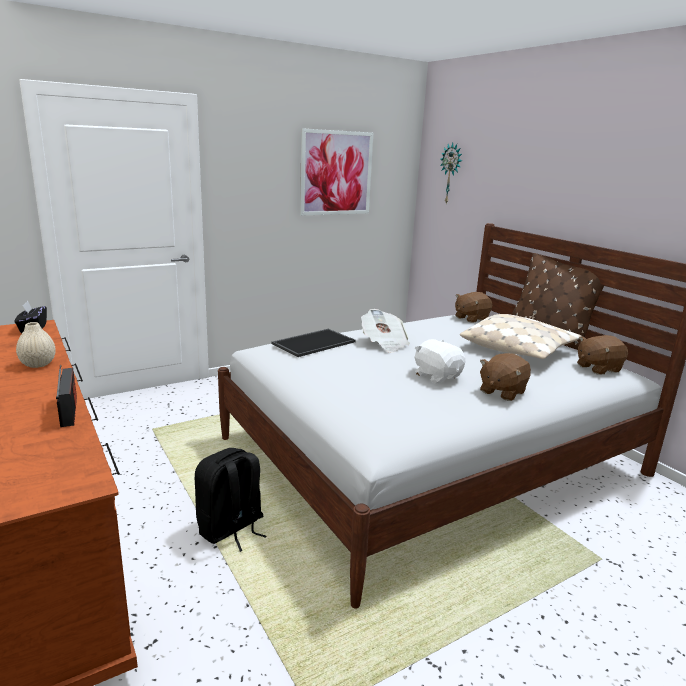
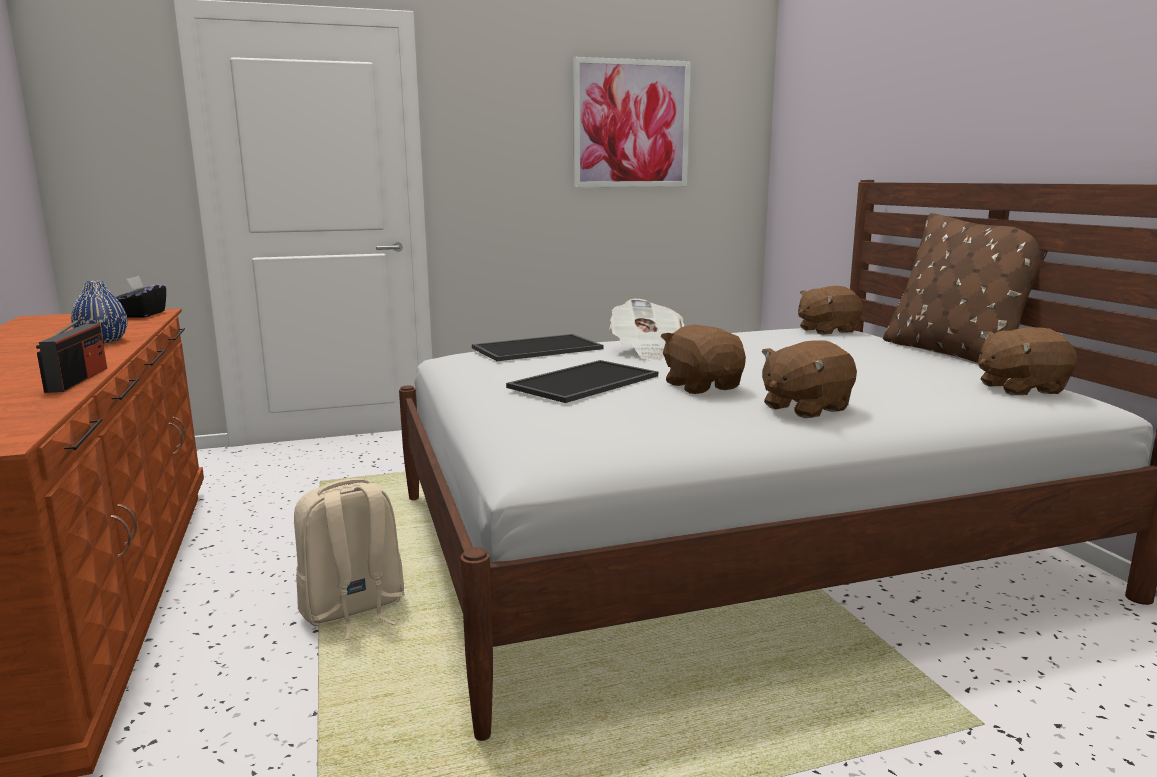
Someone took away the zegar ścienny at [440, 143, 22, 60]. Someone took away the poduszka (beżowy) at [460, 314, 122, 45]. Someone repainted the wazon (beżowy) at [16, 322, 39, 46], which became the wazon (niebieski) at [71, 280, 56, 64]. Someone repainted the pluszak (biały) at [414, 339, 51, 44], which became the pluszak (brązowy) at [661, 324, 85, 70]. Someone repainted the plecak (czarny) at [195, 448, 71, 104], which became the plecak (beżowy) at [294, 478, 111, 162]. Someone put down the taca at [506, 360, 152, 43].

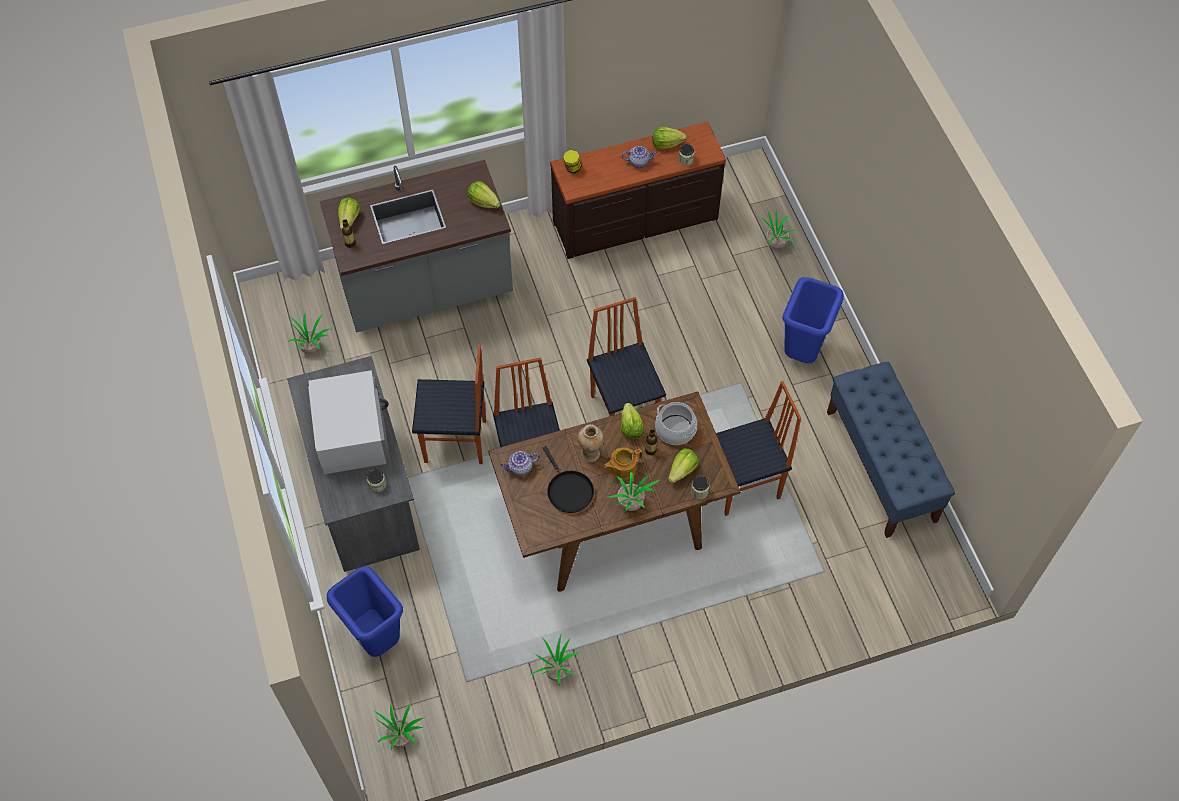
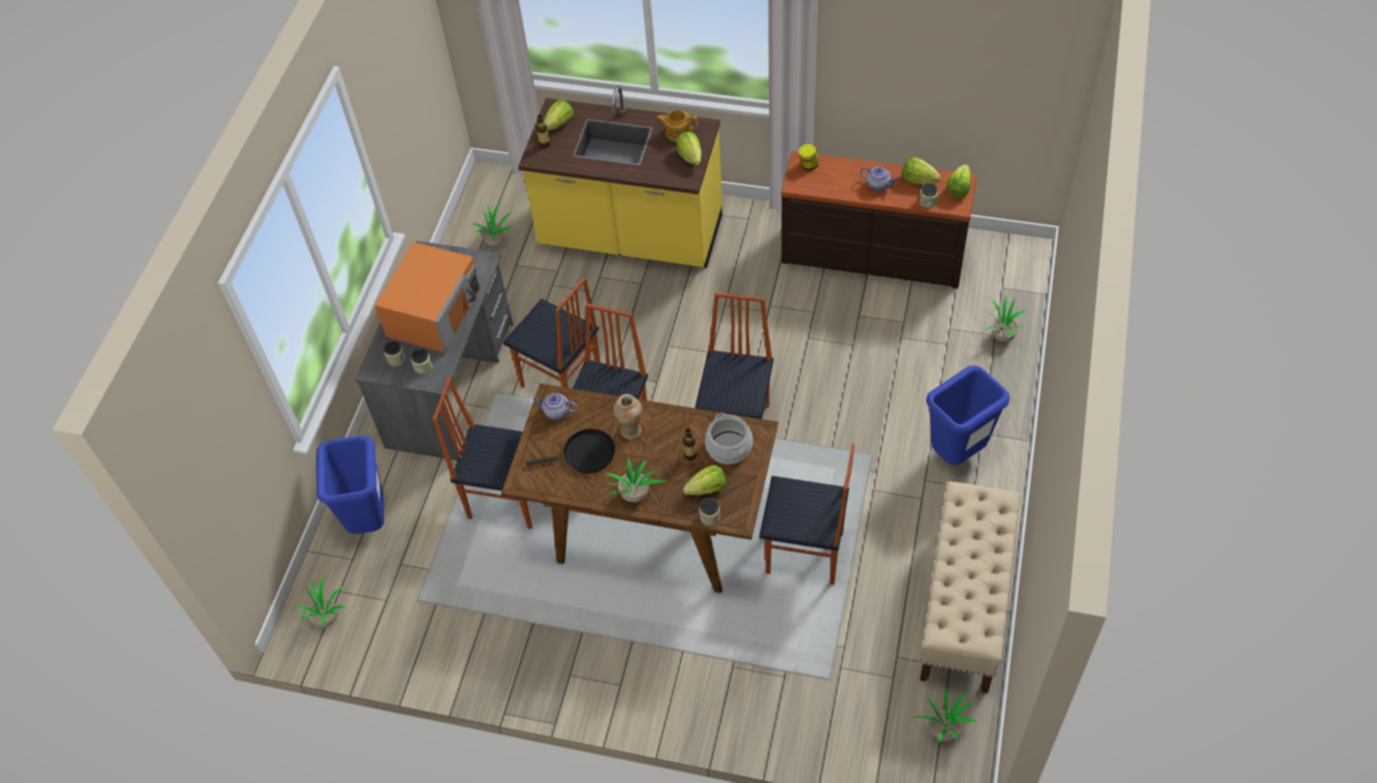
Someone repainted the zabudowa kuchenna (szary) at [319, 160, 194, 173], which became the zabudowa kuchenna (żółty) at [518, 86, 204, 182]. Someone repainted the ławka (niebieski) at [827, 362, 128, 176], which became the ławka (beżowy) at [920, 481, 100, 212]. Someone repainted the mikrofalówka (biały) at [308, 370, 82, 104], which became the mikrofalówka (pomarańczowy) at [375, 242, 106, 112]. Someone carried the sałata from [621, 403, 23, 37] to [946, 164, 25, 34]. Someone rotated the patelnia (czarny) at [543, 446, 51, 67] by 105 degrees counterclockwise. Someone carried the imbryk from [604, 448, 38, 32] to [656, 110, 41, 32]. Someone carried the roślina doniczkowa from [530, 635, 49, 50] to [914, 685, 63, 59]. Someone put down the słoik at [383, 341, 23, 25]. Someone put down the krzesło at [433, 378, 99, 151].

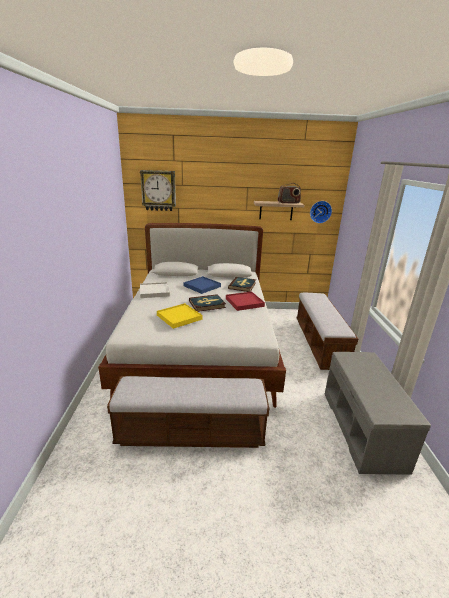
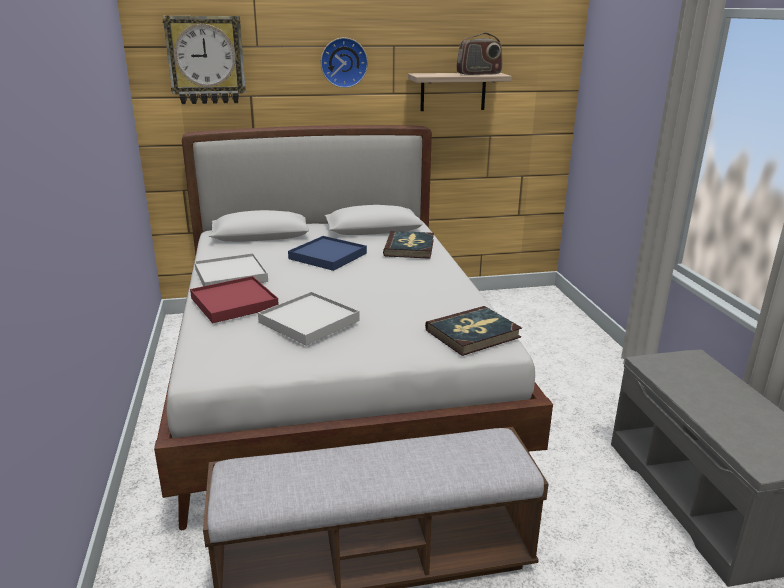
Someone carried the zegar ścienny from [310, 201, 22, 22] to [321, 37, 47, 51]. Someone carried the taca (czerwony) from [226, 291, 39, 20] to [190, 276, 89, 47]. Someone took away the ławka at [296, 293, 62, 77]. Someone carried the książka from [189, 294, 37, 18] to [425, 306, 97, 50]. Someone repainted the taca (żółty) at [157, 303, 45, 26], which became the taca (biały) at [258, 292, 102, 54].

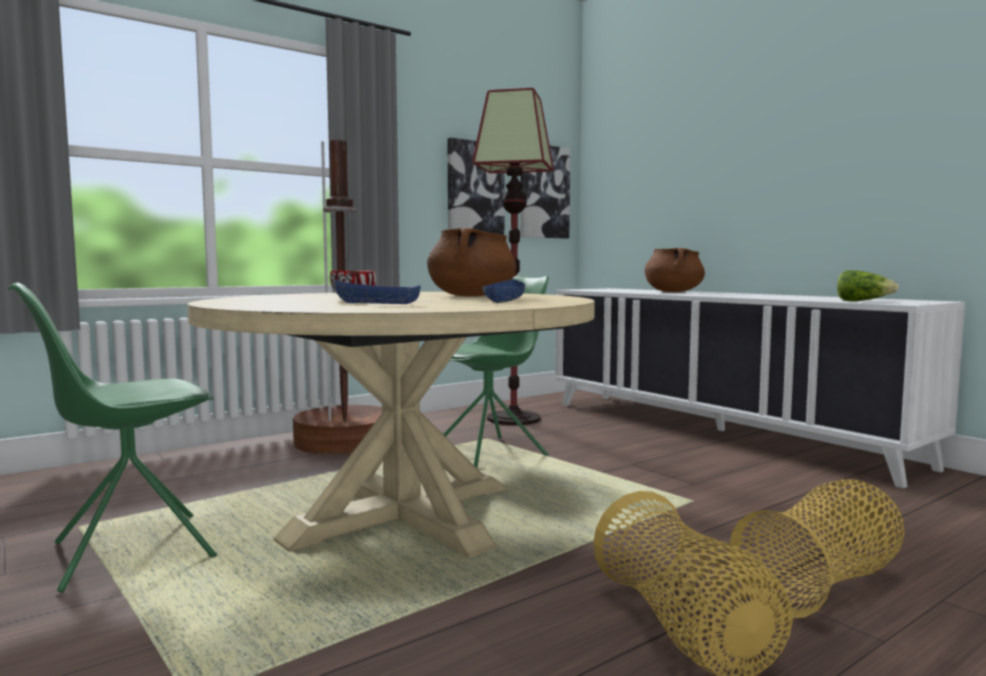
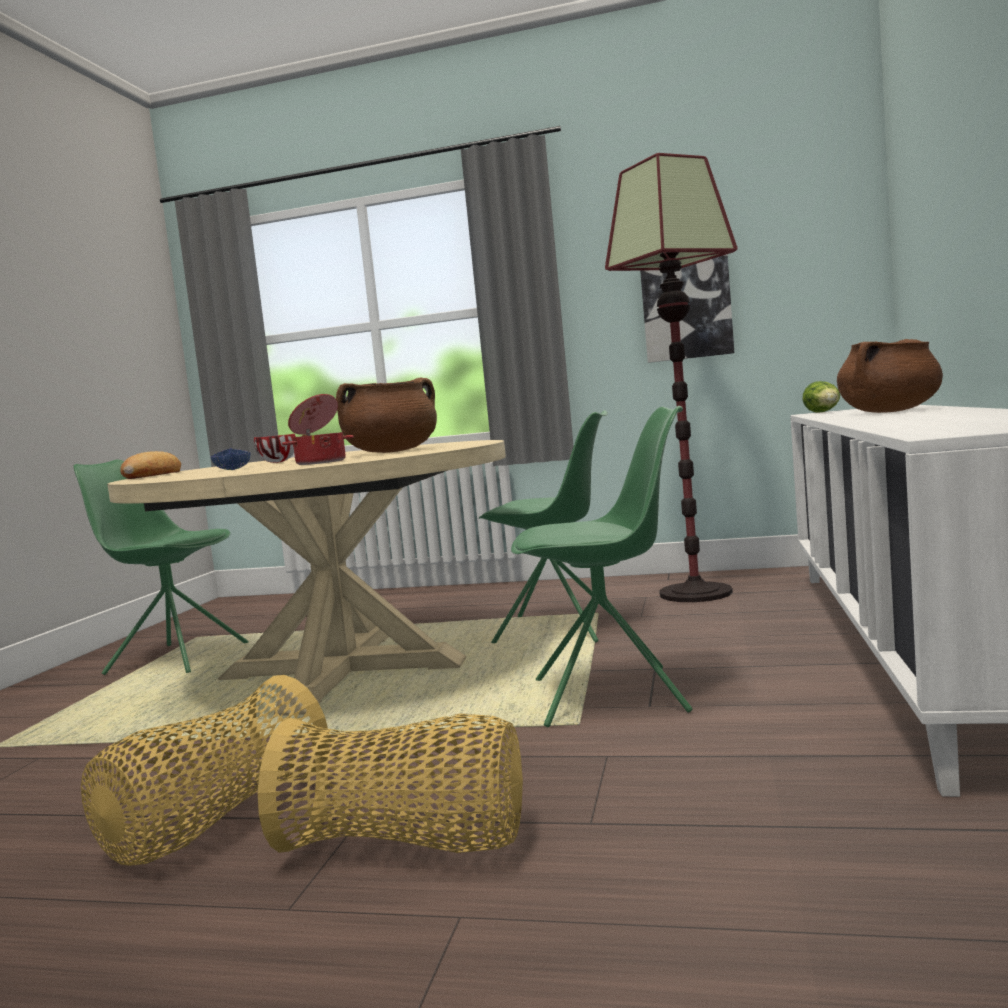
Someone took away the lampa stojąca (brązowy) at [293, 140, 89, 315]. Someone took away the obraz at [520, 146, 50, 93]. Someone carried the sałata from [837, 270, 62, 31] to [803, 381, 37, 31]. Someone swapped the miska (niebieski) at [483, 279, 42, 24] for the garnek at [282, 394, 72, 71]. Someone put down the krzesło (zielony) at [511, 406, 182, 321]. Someone put down the chleb at [120, 451, 61, 28].

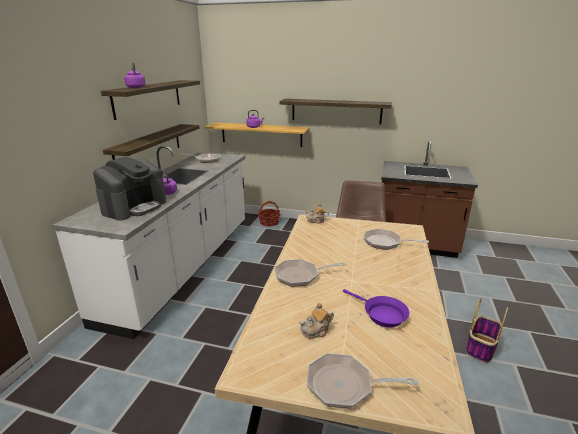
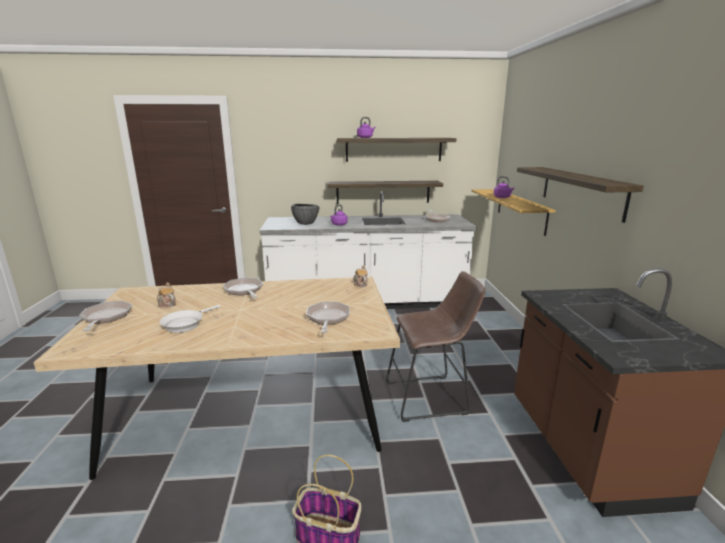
Someone swapped the ekspres do kawy at [93, 157, 73, 64] for the miska at [291, 204, 28, 21]. Someone took away the koszyk at [258, 201, 22, 25]. Someone repainted the patelnia (fioletowy) at [343, 289, 66, 39], which became the patelnia (biały) at [160, 305, 61, 28].

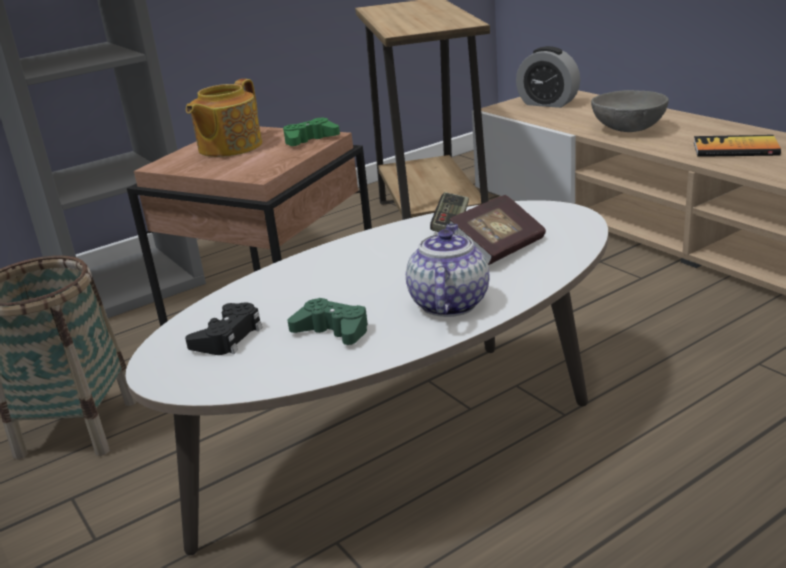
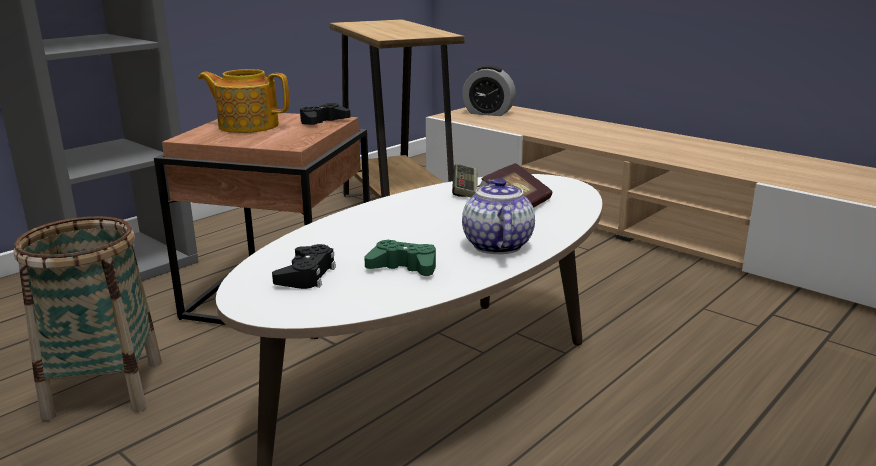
Someone rotated the imbryk at [186, 79, 76, 78] by 90 degrees clockwise. Someone took away the miska (szary) at [591, 90, 78, 42]. Someone repainted the pad do gier (zielony) at [283, 118, 57, 28], which became the pad do gier (czarny) at [300, 103, 51, 22]. Someone took away the książka at [694, 135, 87, 22].

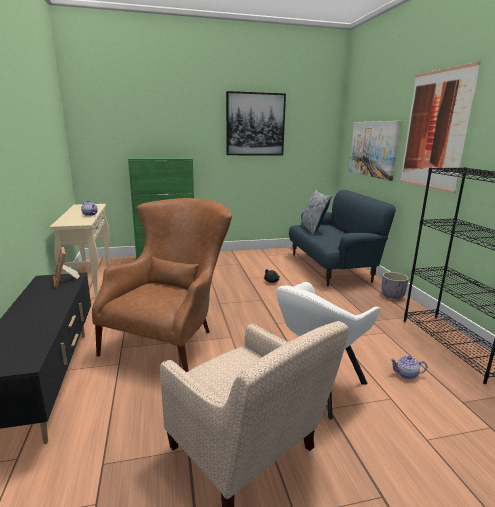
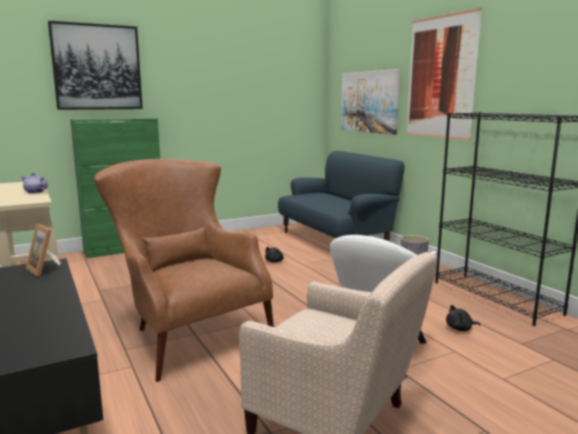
Someone carried the obraz from [226, 91, 60, 64] to [48, 21, 95, 89]. Someone took away the poduszka at [301, 189, 31, 46]. Someone rotated the fotel (brązowy) at [92, 198, 140, 174] by 45 degrees counterclockwise. Someone swapped the imbryk at [390, 356, 37, 23] for the pluszak (czarny) at [446, 305, 34, 26].

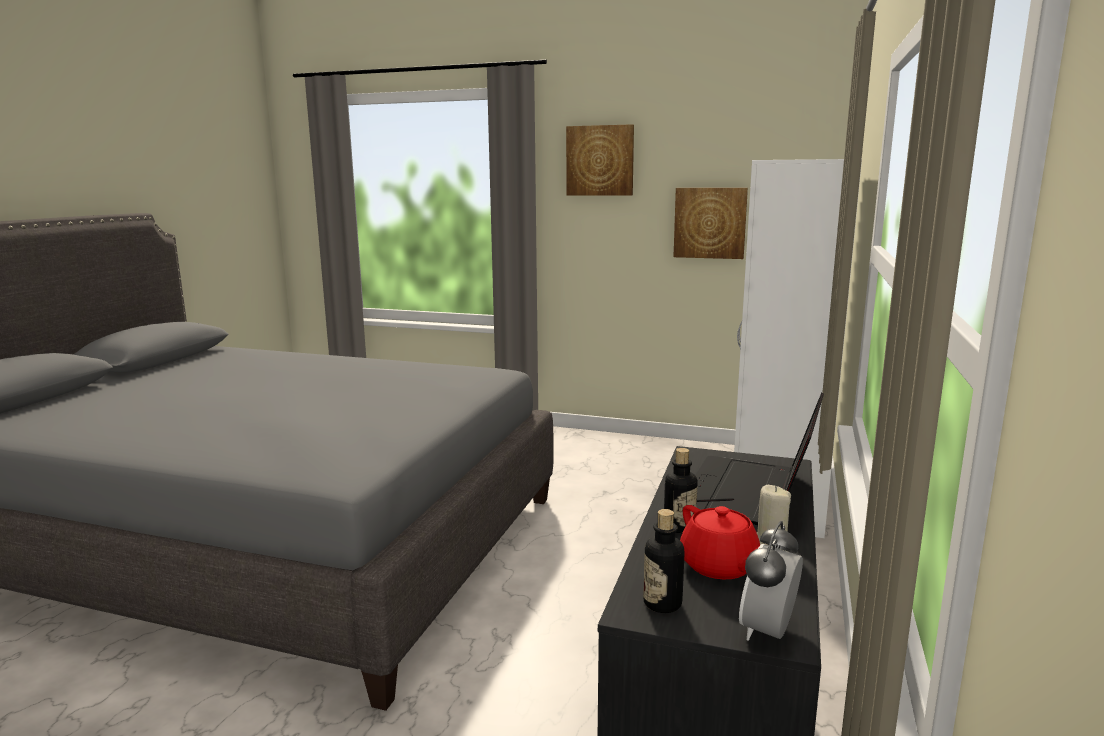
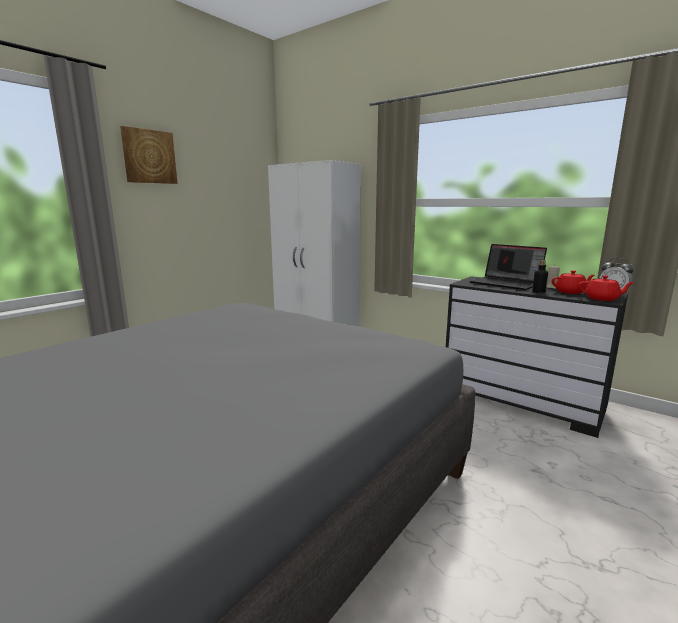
Someone took away the obraz at [674, 188, 74, 71]. Someone swapped the butelka at [643, 509, 42, 104] for the imbryk (czerwony) at [578, 275, 57, 26].

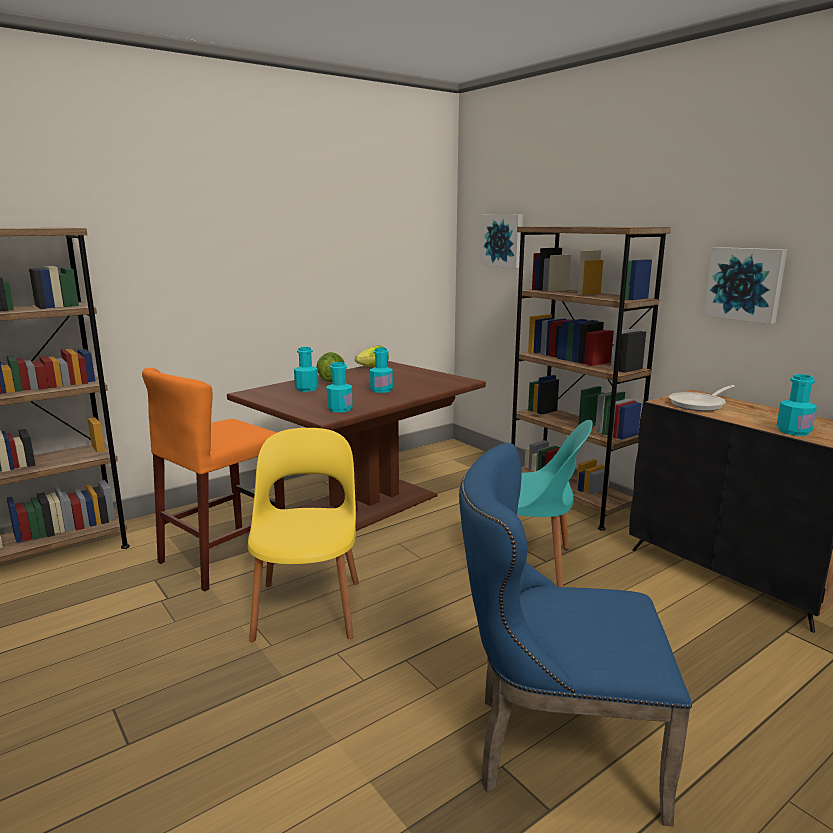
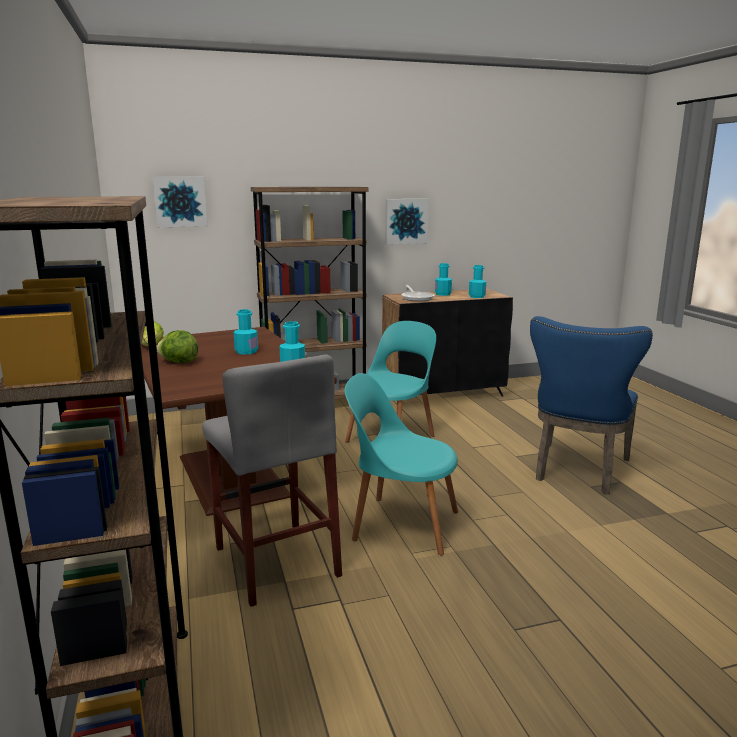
Someone carried the butelka (turkusowy) from [294, 347, 24, 45] to [435, 263, 17, 33]. Someone repainted the stołek (pomarańczowy) at [142, 368, 143, 224], which became the stołek (szary) at [202, 354, 140, 253]. Someone repainted the krzesło (żółty) at [248, 428, 111, 214], which became the krzesło (turkusowy) at [345, 373, 113, 182].

